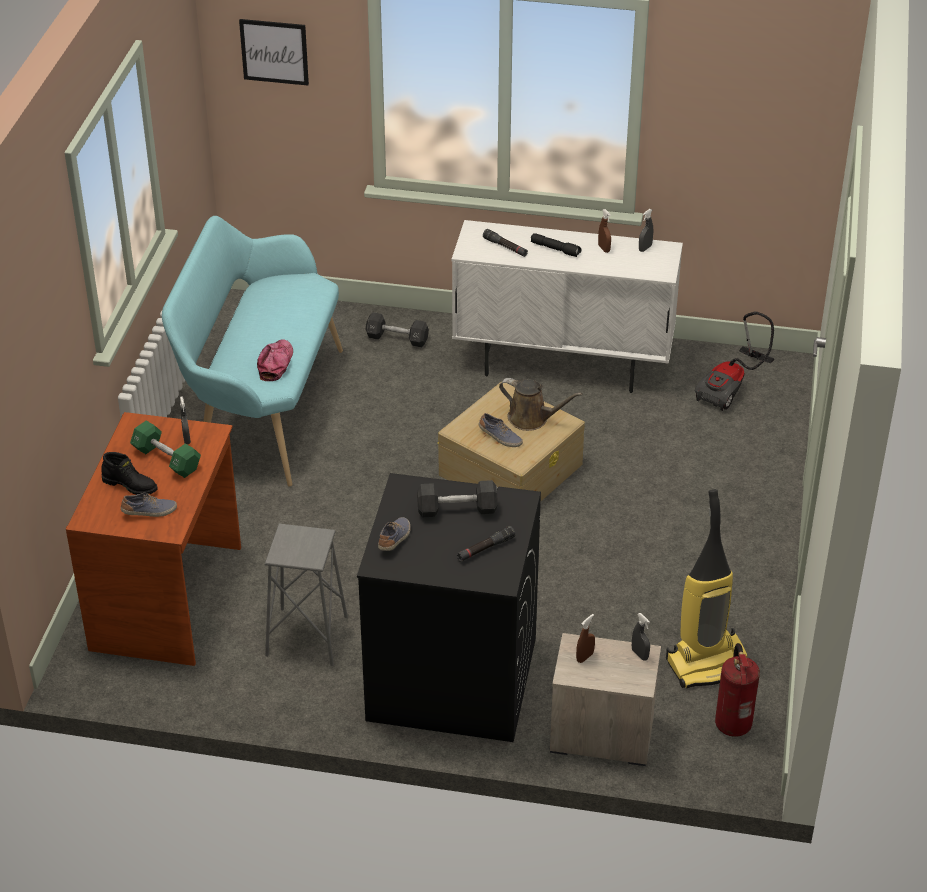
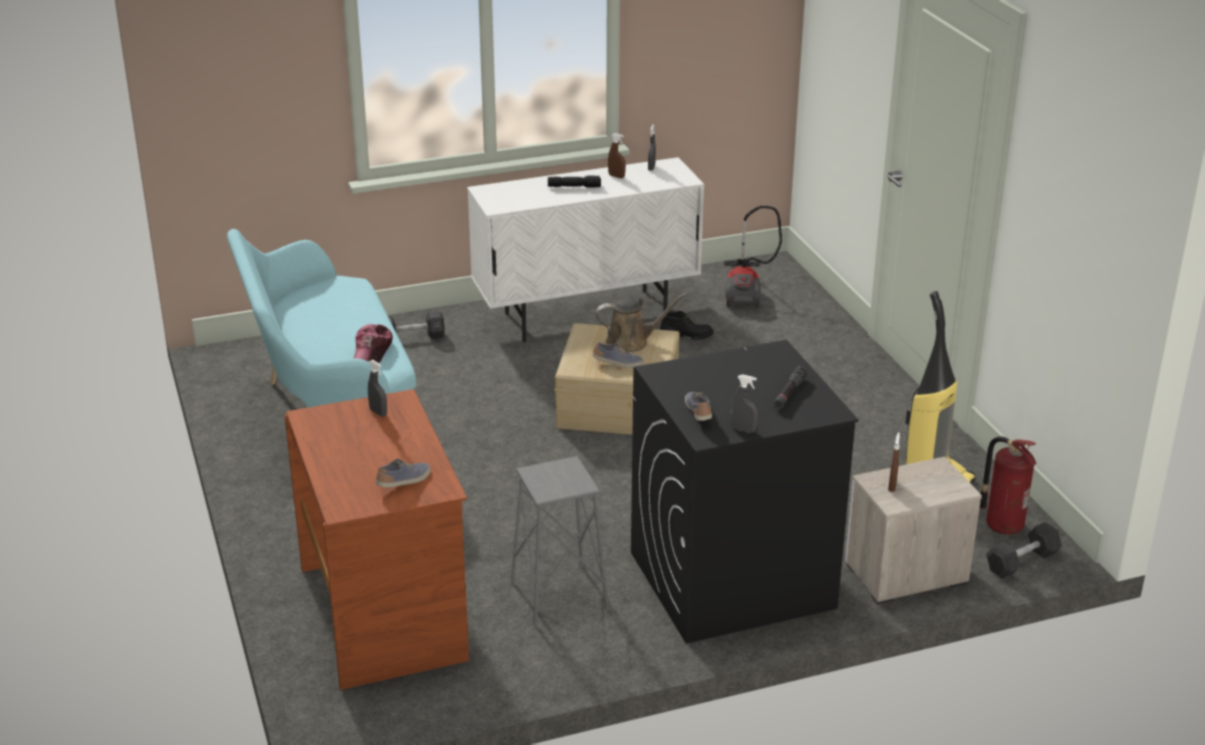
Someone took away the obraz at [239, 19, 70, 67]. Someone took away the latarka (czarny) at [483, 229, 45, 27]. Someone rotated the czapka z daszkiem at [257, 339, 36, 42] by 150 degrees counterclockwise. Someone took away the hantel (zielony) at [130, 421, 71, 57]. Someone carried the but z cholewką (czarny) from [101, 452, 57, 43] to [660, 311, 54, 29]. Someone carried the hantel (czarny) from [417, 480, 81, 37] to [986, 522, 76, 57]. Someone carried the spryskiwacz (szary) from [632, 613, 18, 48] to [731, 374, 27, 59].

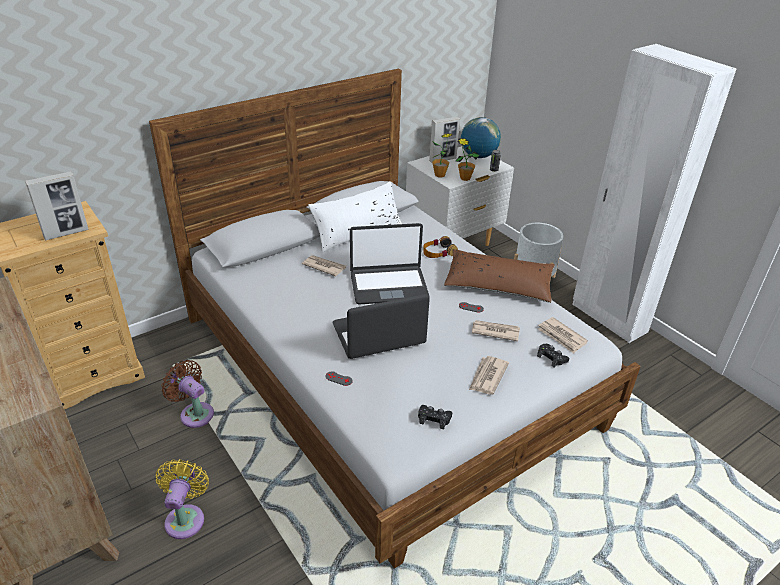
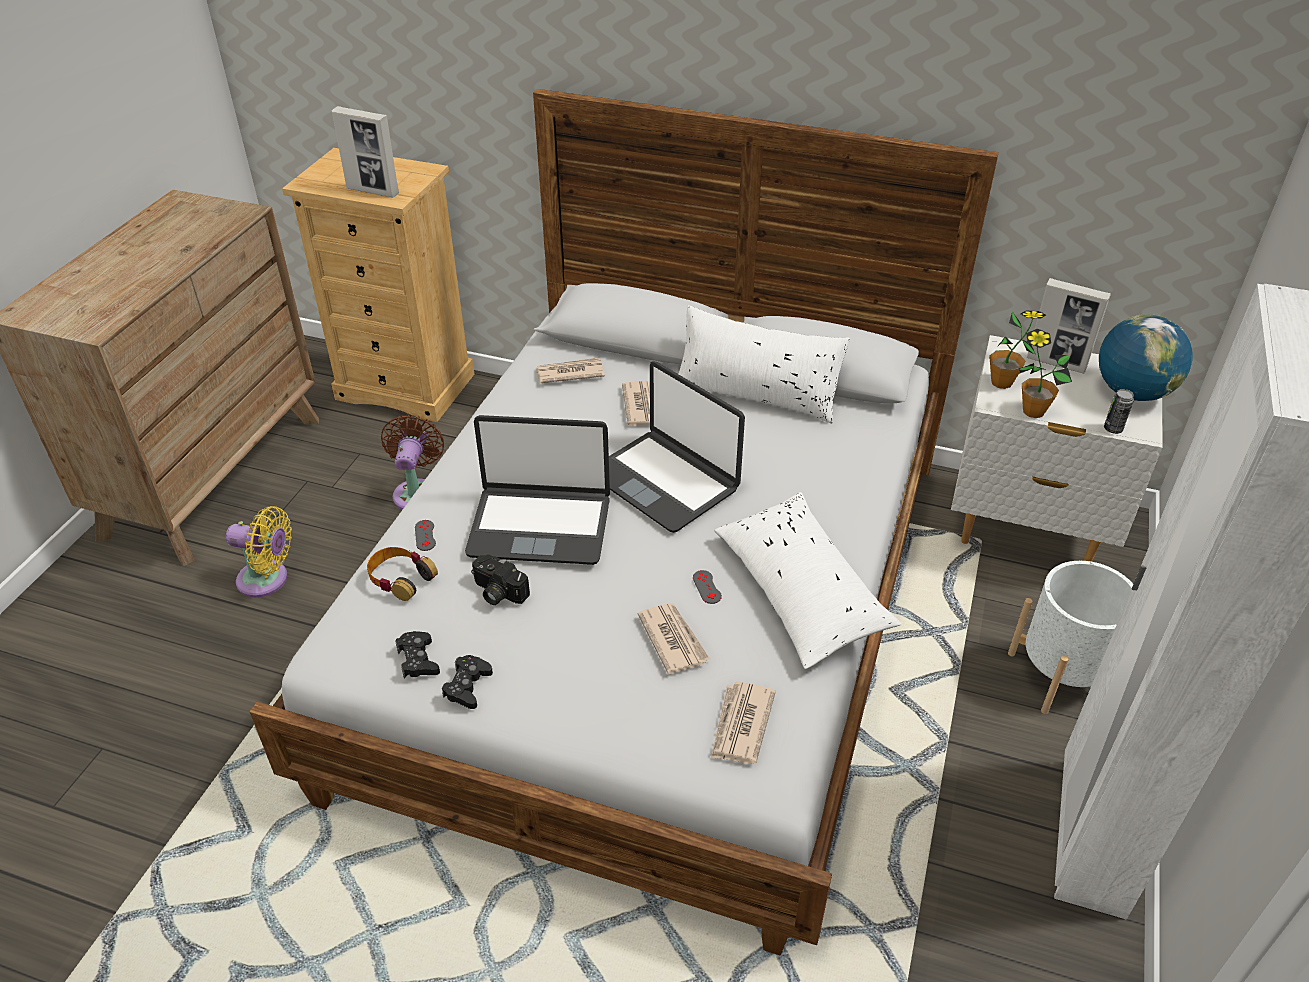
Someone carried the słuchawki from [423, 236, 35, 22] to [367, 547, 71, 54]. Someone repainted the poduszka (brązowy) at [444, 249, 111, 54], which became the poduszka (biały) at [714, 492, 188, 177]. Someone rotated the laptop at [333, 294, 97, 65] by 150 degrees clockwise. Someone carried the pad do gier (czarny) from [537, 344, 32, 24] to [442, 655, 51, 54]. Someone carried the gazeta from [469, 356, 40, 39] to [536, 358, 69, 25]. Someone rotated the wentylator (żółty) at [156, 459, 53, 80] by 45 degrees clockwise. Someone put down the aparat fotograficzny at [471, 554, 59, 51].

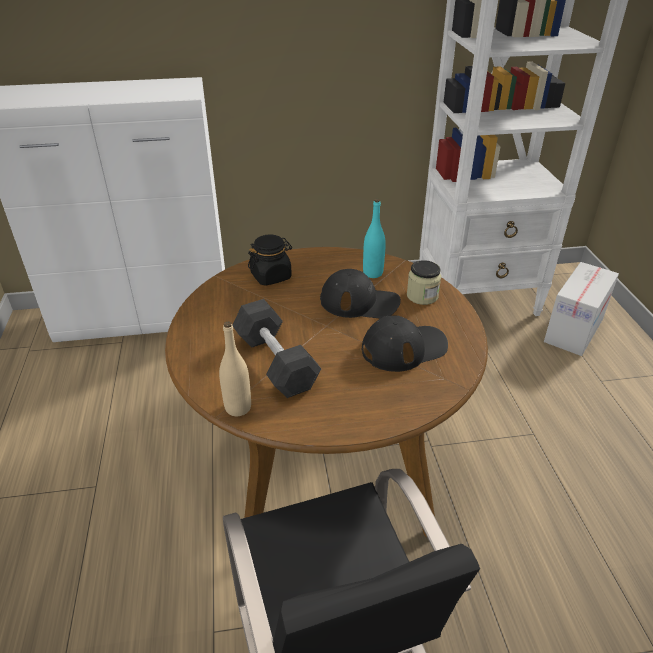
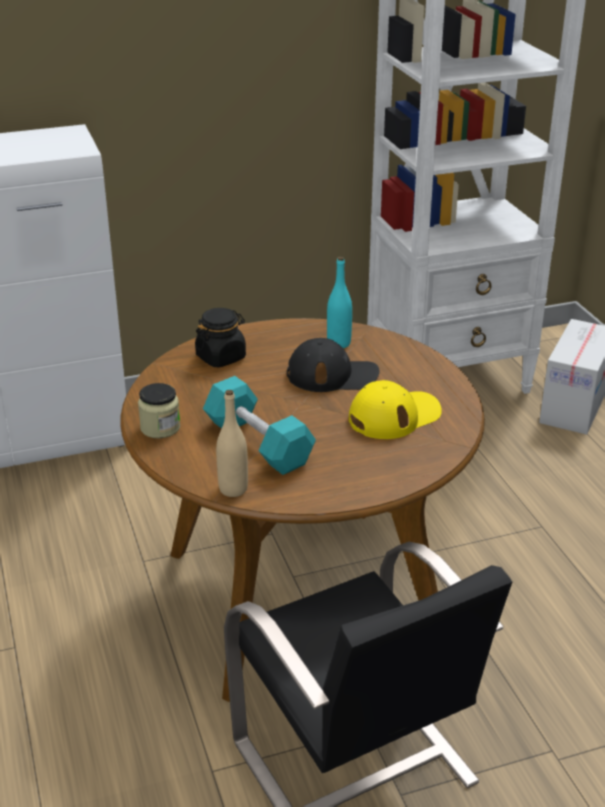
Someone carried the słoik from [407, 260, 34, 45] to [138, 383, 42, 55]. Someone repainted the hantel (czarny) at [233, 299, 88, 99], which became the hantel (turkusowy) at [203, 376, 113, 99]. Someone repainted the czapka z daszkiem (czarny) at [362, 316, 86, 56], which became the czapka z daszkiem (żółty) at [349, 380, 93, 59].

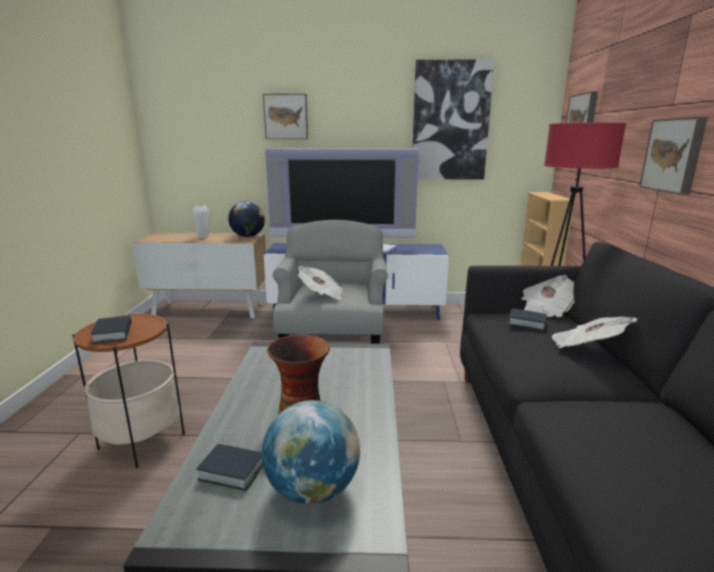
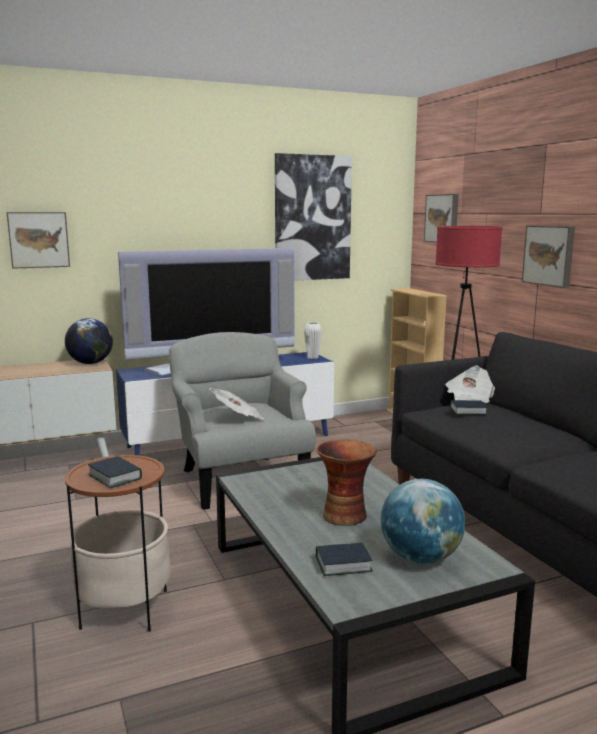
Someone carried the obraz from [263, 94, 45, 45] to [7, 212, 63, 57]. Someone carried the wazon (biały) from [193, 205, 16, 33] to [304, 322, 18, 37]. Someone took away the gazeta at [552, 317, 85, 31].

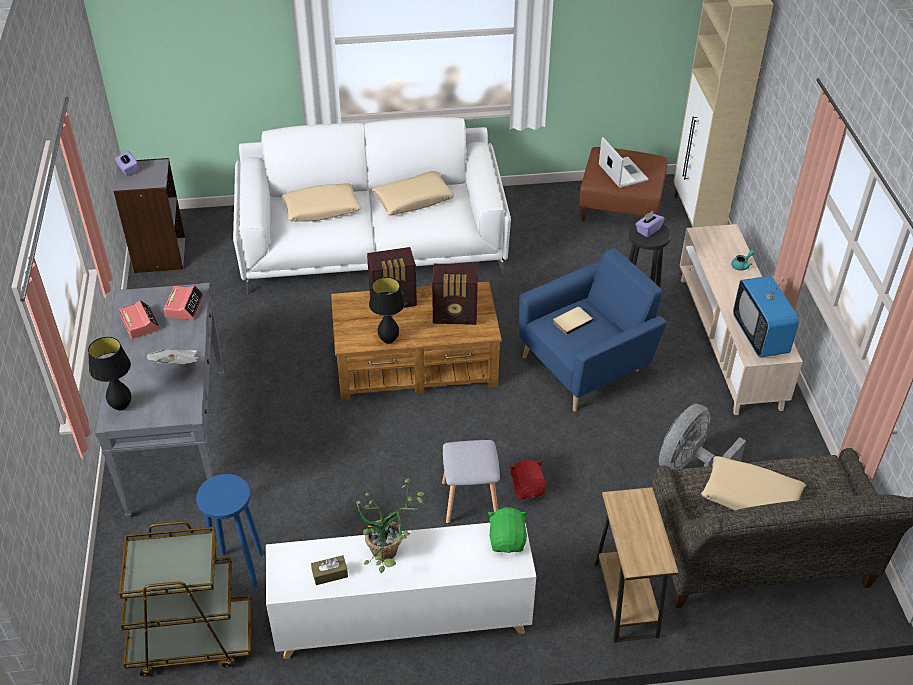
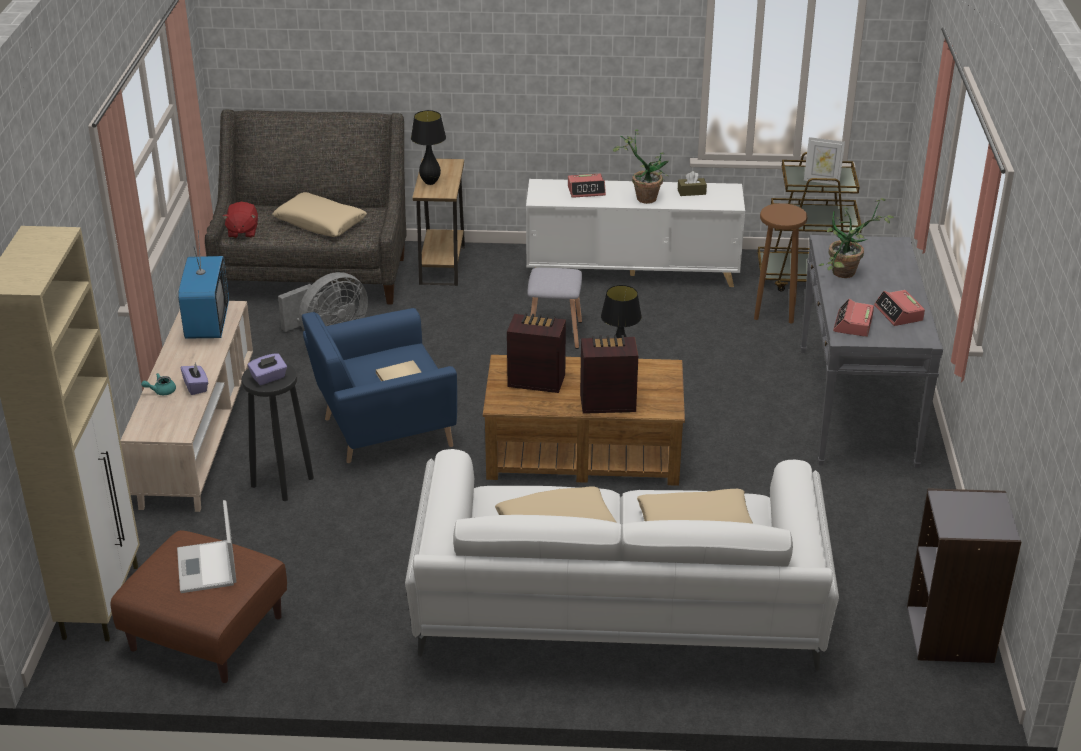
Someone carried the pudełko chusteczek (fioletowy) from [115, 151, 23, 25] to [181, 362, 27, 33]. Someone carried the lampa stołowa (czarny) from [88, 337, 43, 74] to [411, 110, 35, 75]. Someone swapped the gazeta at [147, 349, 51, 15] for the roślina doniczkowa at [819, 198, 75, 80]. Someone carried the pluszak (czerwony) from [509, 460, 37, 39] to [222, 202, 36, 36]. Someone repainted the stołek (niebieski) at [196, 474, 67, 114], which became the stołek (brązowy) at [754, 203, 53, 120]. Someone took away the pluszak (zielony) at [488, 507, 40, 46]. Someone put down the ramka na zdjęcie at [804, 137, 41, 48]. Someone put down the budzik at [568, 174, 38, 24].

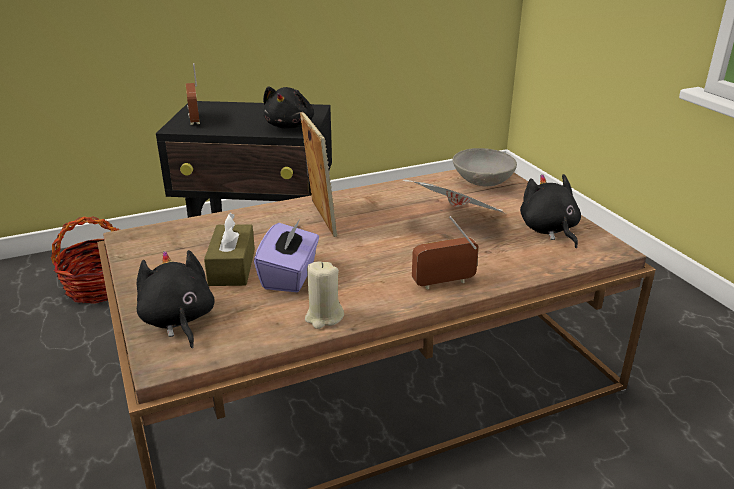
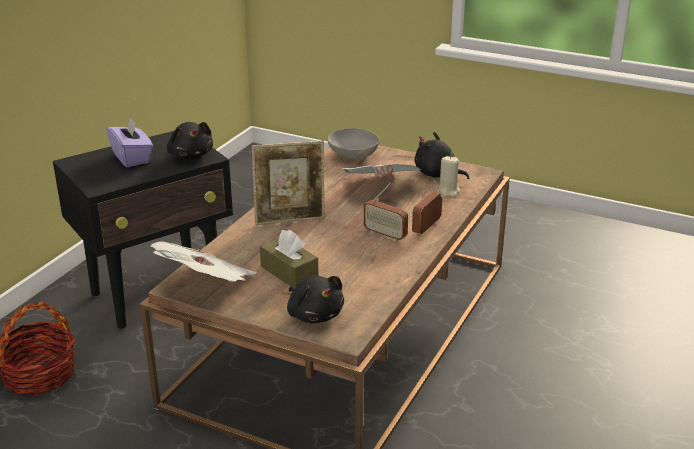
Someone carried the radio from [186, 63, 14, 62] to [363, 182, 45, 60]. Someone rotated the ramka na zdjęcie at [300, 112, 38, 125] by 135 degrees clockwise. Someone carried the pudełko chusteczek (fioletowy) from [254, 219, 65, 73] to [106, 117, 47, 50]. Someone rotated the pluszak (czarny) at [137, 250, 78, 98] by 150 degrees counterclockwise. Someone carried the świeca (beżowy) from [305, 262, 39, 67] to [437, 156, 23, 41]. Someone put down the gazeta at [150, 242, 106, 40].

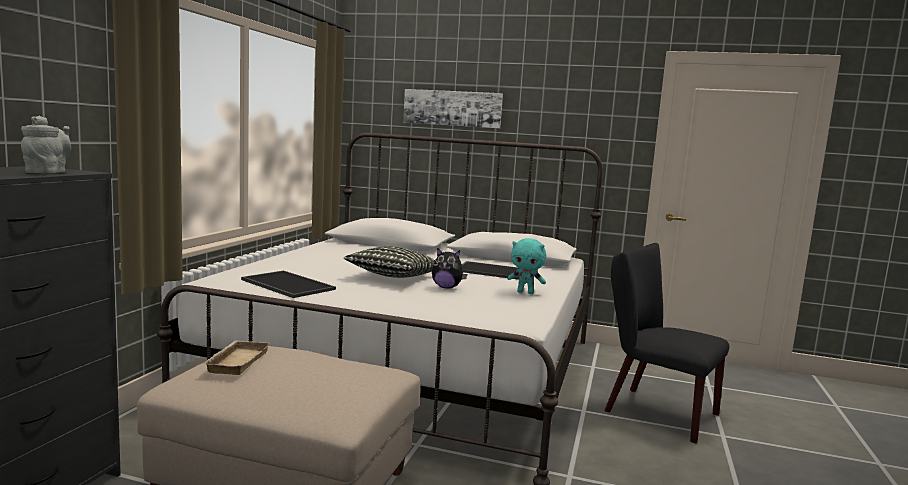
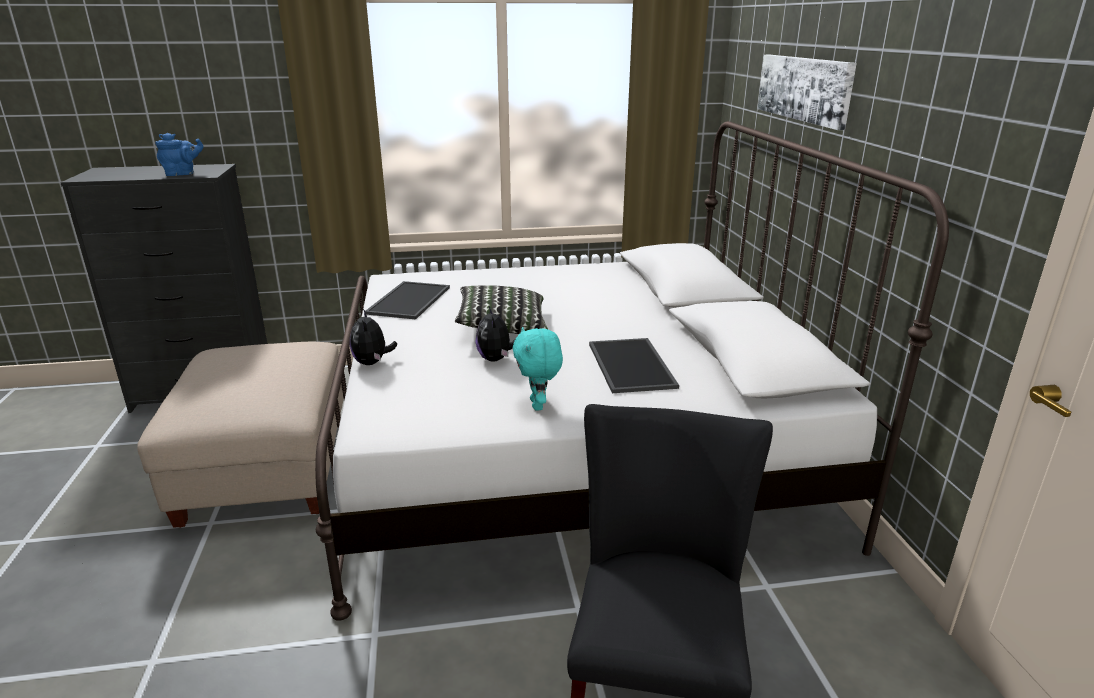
Someone repainted the imbryk (szary) at [21, 116, 50, 57], which became the imbryk (niebieski) at [155, 133, 49, 43]. Someone took away the taca (beżowy) at [202, 341, 68, 34]. Someone put down the pluszak at [350, 309, 47, 56].

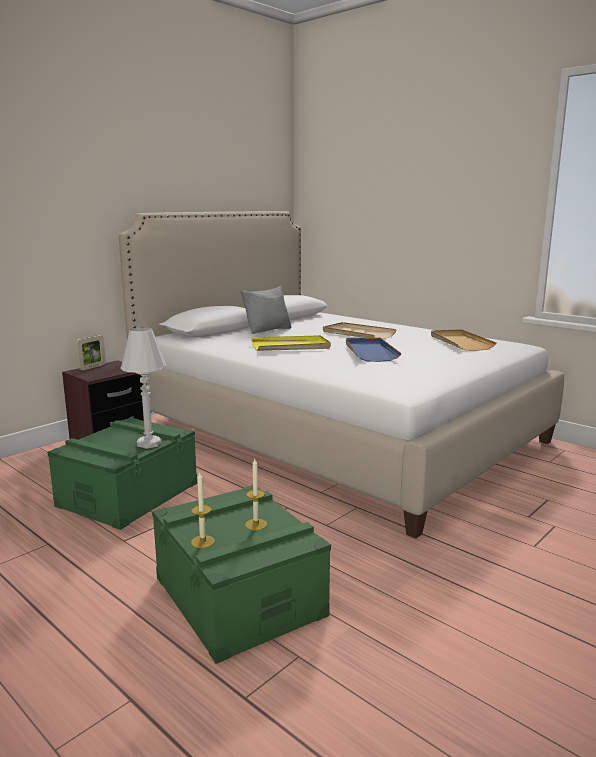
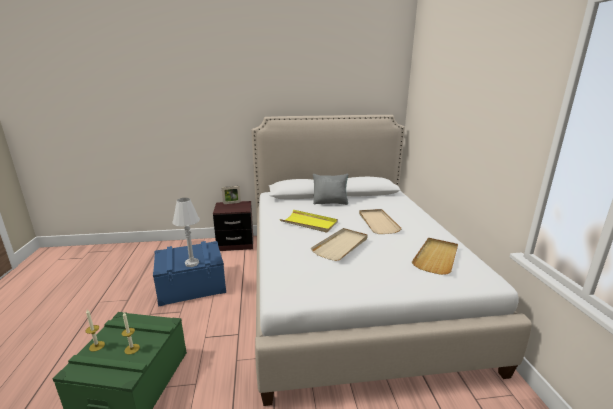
Someone repainted the taca (niebieski) at [346, 338, 56, 24], which became the taca (beżowy) at [311, 228, 56, 33]. Someone repainted the pojemnik do przechowywania (zielony) at [47, 418, 150, 112], which became the pojemnik do przechowywania (niebieski) at [153, 241, 73, 66].

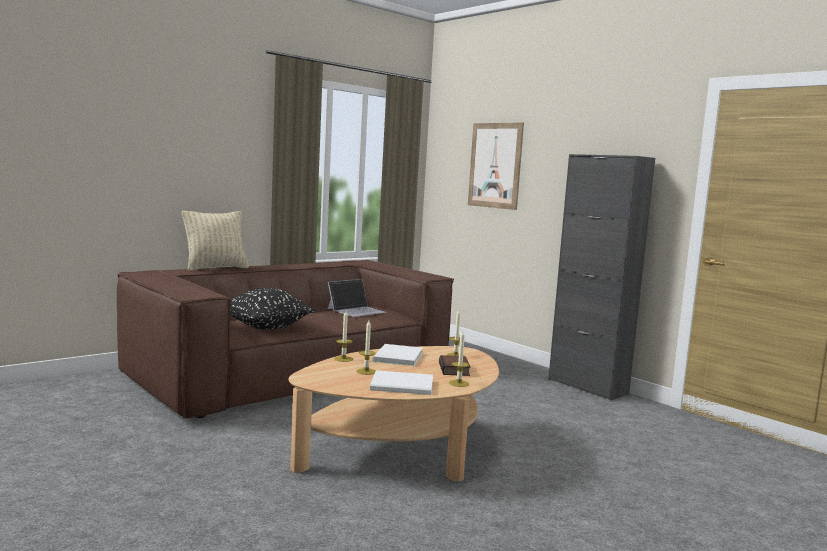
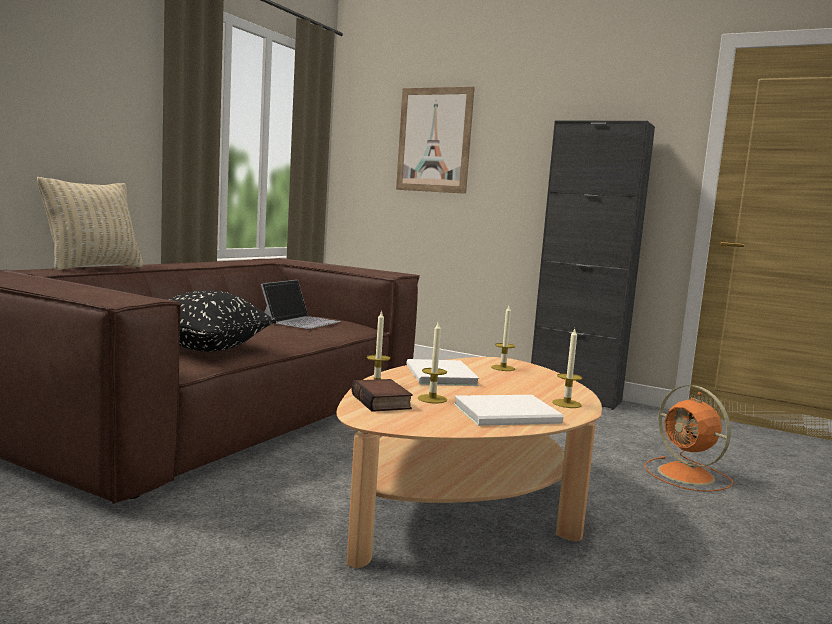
Someone carried the książka from [439, 355, 32, 21] to [351, 379, 62, 33]. Someone put down the wentylator (pomarańczowy) at [644, 385, 89, 107].

